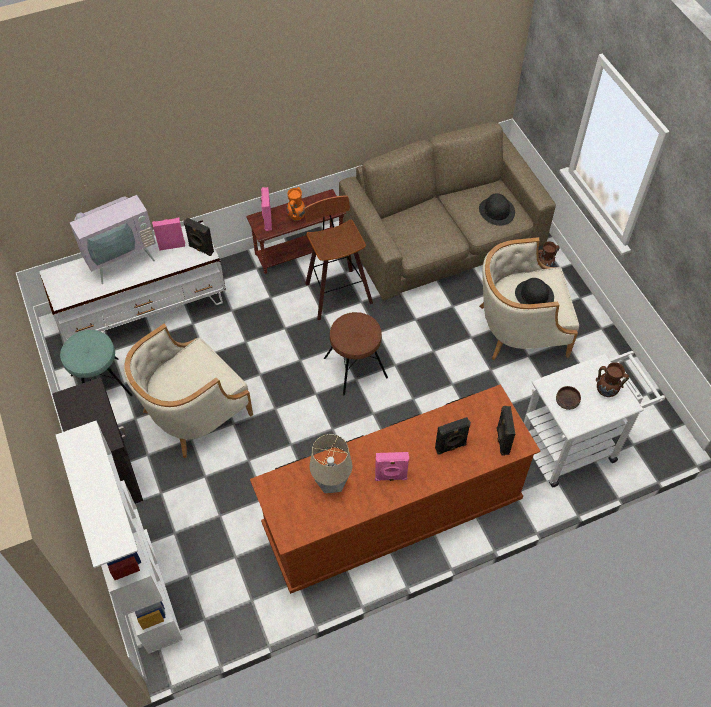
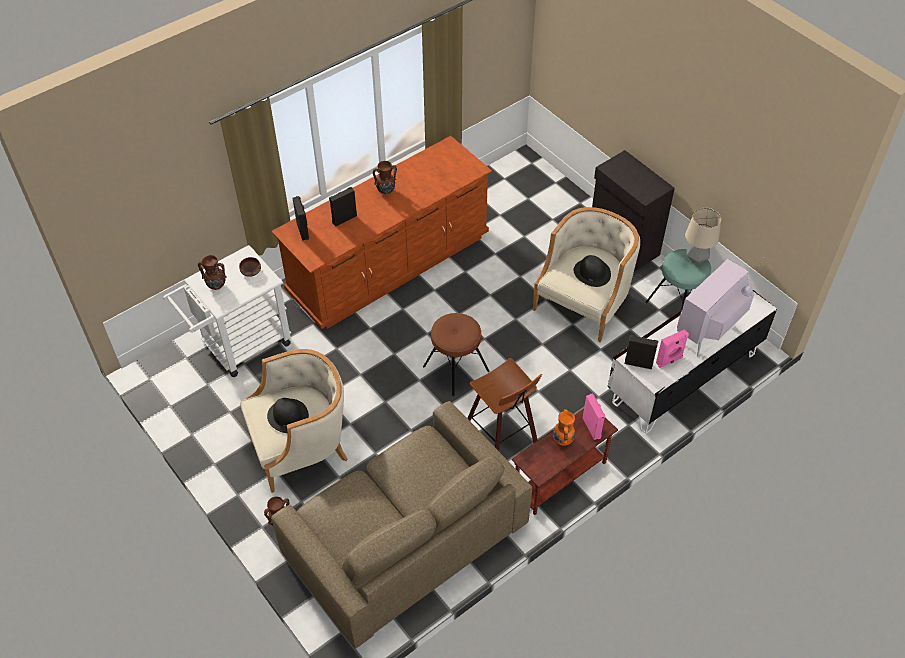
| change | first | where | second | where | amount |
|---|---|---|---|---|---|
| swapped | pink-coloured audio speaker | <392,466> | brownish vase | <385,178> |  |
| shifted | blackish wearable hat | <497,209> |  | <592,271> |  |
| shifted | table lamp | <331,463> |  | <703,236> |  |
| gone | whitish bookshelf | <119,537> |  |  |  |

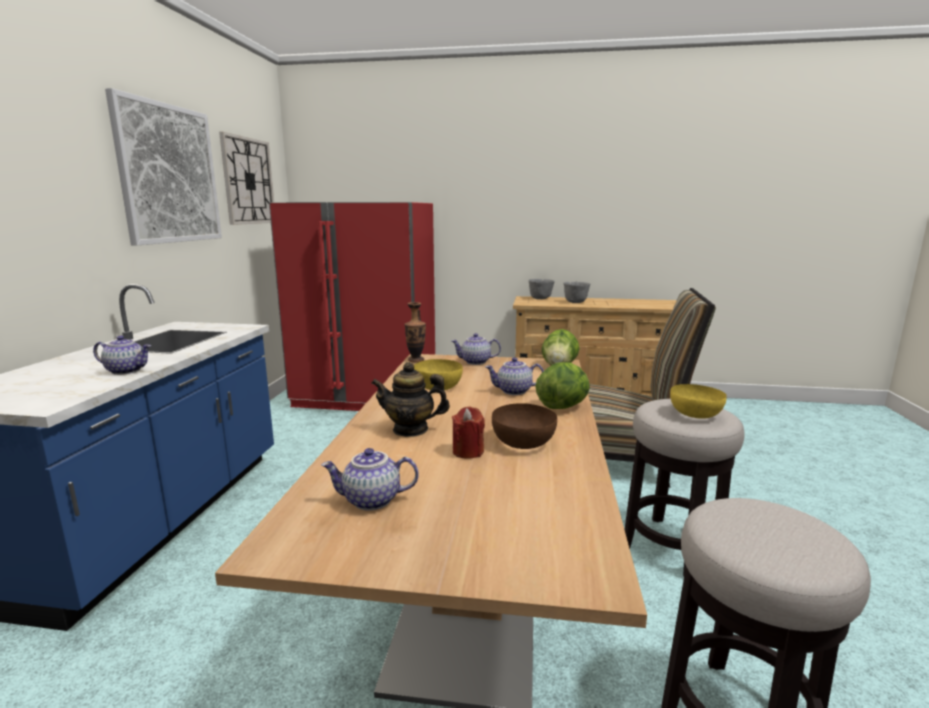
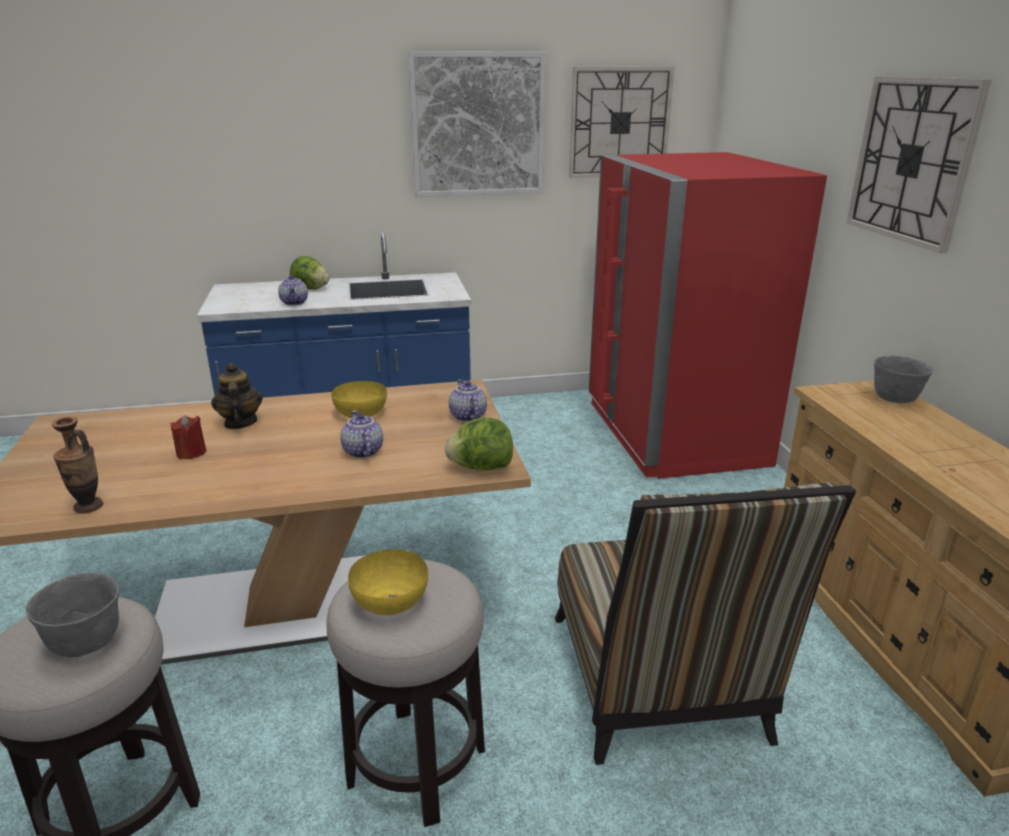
| change | first | where | second | where | amount |
|---|---|---|---|---|---|
| shifted | gray serving bowl | <577,292> |  | <72,614> |  |
| shifted | vase | <415,332> |  | <78,465> |  |
| shifted | head of lettuce | <562,385> |  | <310,273> |  |
| new |  |  | hanging clock | <919,165> |  |
| gone | tea pot | <370,479> |  |  |  |
| gone | brownish serving bowl | <524,426> |  |  |  |

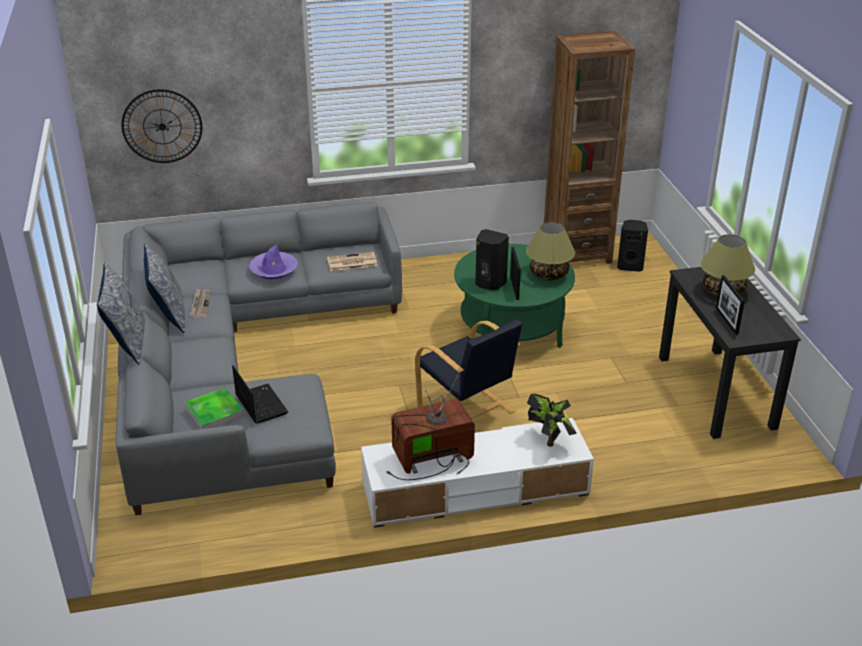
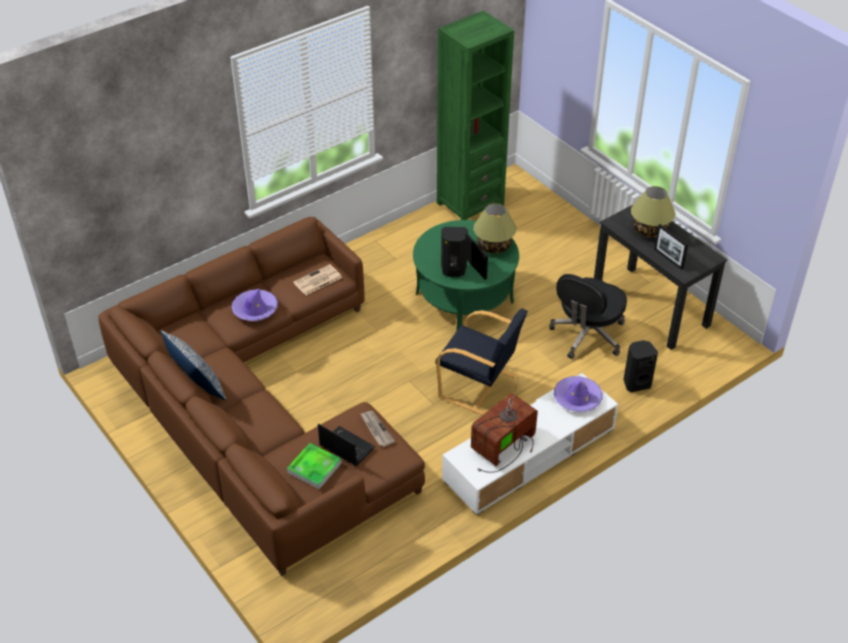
| change | first | where | second | where | amount |
|---|---|---|---|---|---|
| repainted | gray couch | <259,358> | brownish couch | <261,396> |  |
| shifted | newspaper | <200,303> |  | <377,429> |  |
| repainted | brownish bookshelf | <589,147> | green bookshelf | <475,115> |  |
| new |  |  | blackish computer chair | <588,316> |  |
| swapped | potted plant | <552,420> | purple-coloured wearable hat | <578,394> |  |
| shifted | blackish audio speaker | <632,246> |  | <640,366> |  |
| gone | pillow | <121,313> |  |  |  |
| gone | hanging clock | <162,126> |  |  |  |

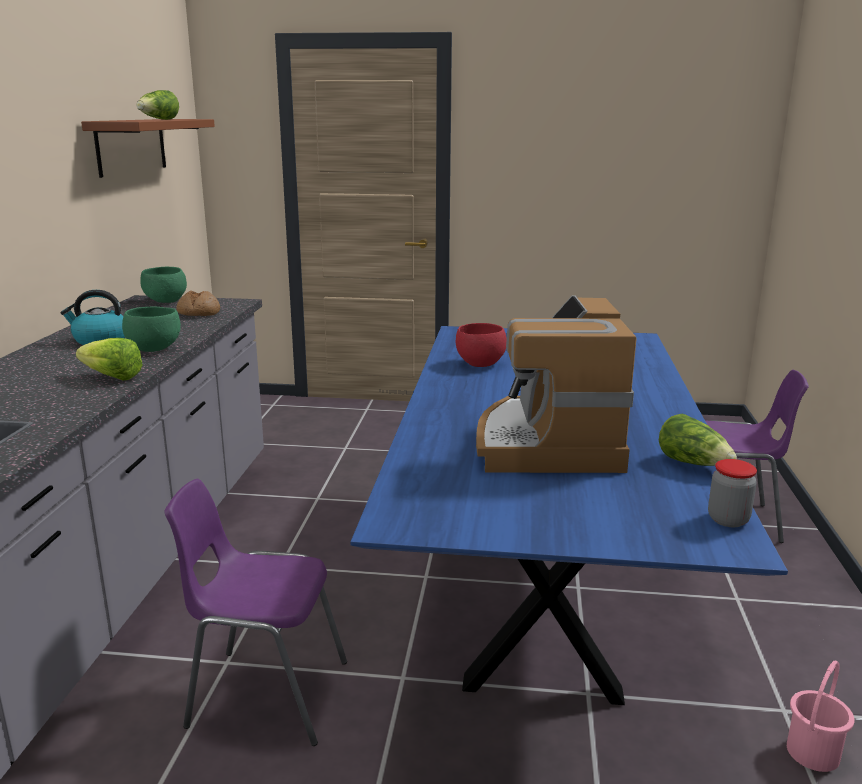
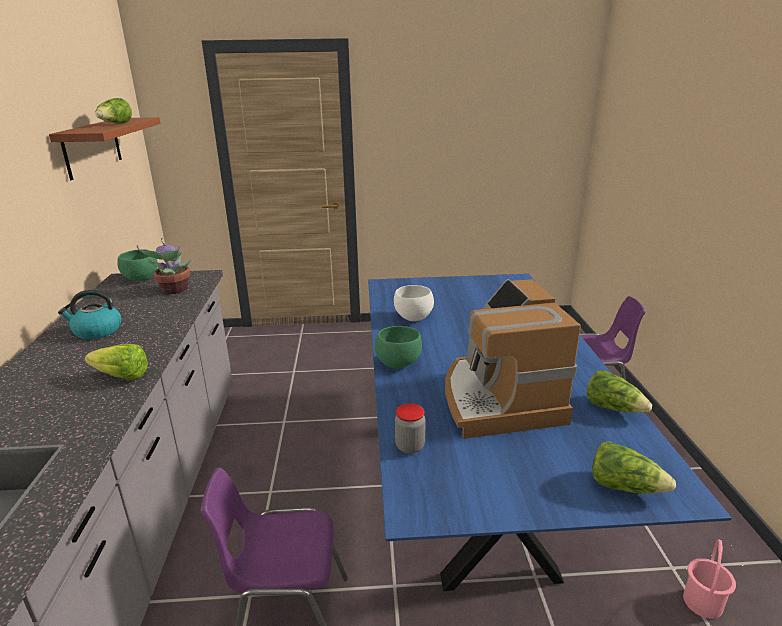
| change | first | where | second | where | amount |
|---|---|---|---|---|---|
| swapped | bakery bread | <198,303> | potted plant | <164,266> |  |
| shifted | green serving bowl | <151,329> |  | <398,347> |  |
| repainted | red serving bowl | <481,345> | whitish serving bowl | <414,303> |  |
| shifted | storage jar | <732,493> |  | <410,428> |  |
| new |  |  | head of lettuce | <634,467> |  |

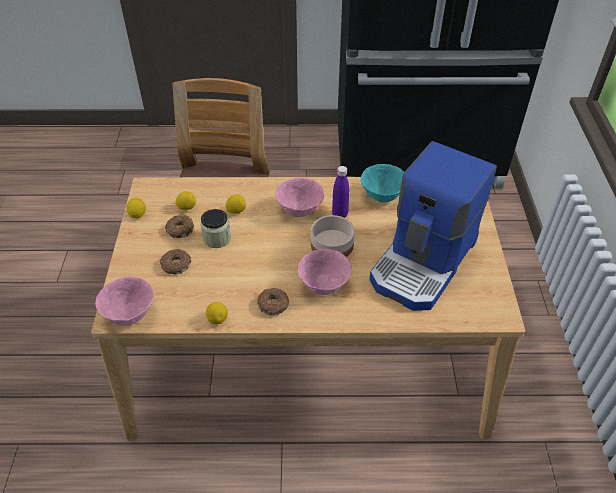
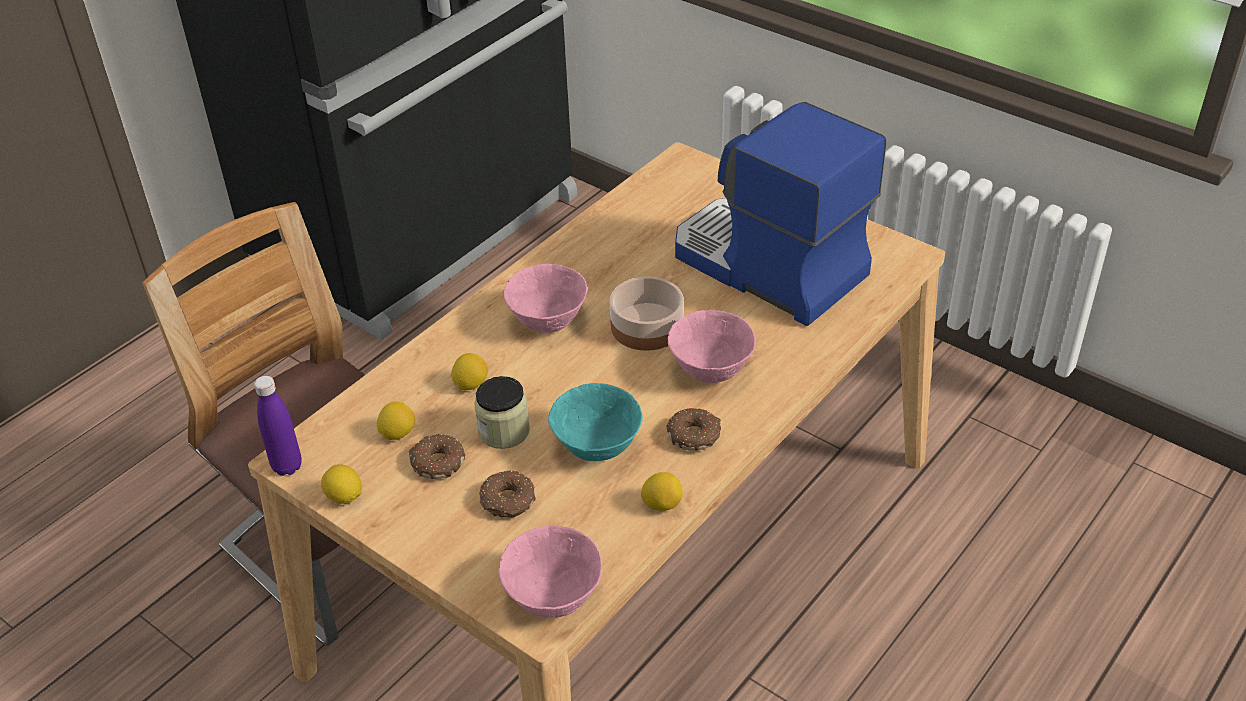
| change | first | where | second | where | amount |
|---|---|---|---|---|---|
| shifted | purple-coloured drink bottle | <340,192> |  | <278,426> |  |
| shifted | turquoise serving bowl | <382,183> |  | <595,422> |  |
| rotated | coffee maker | <433,226> |  | <780,214> | 150 degrees clockwise |

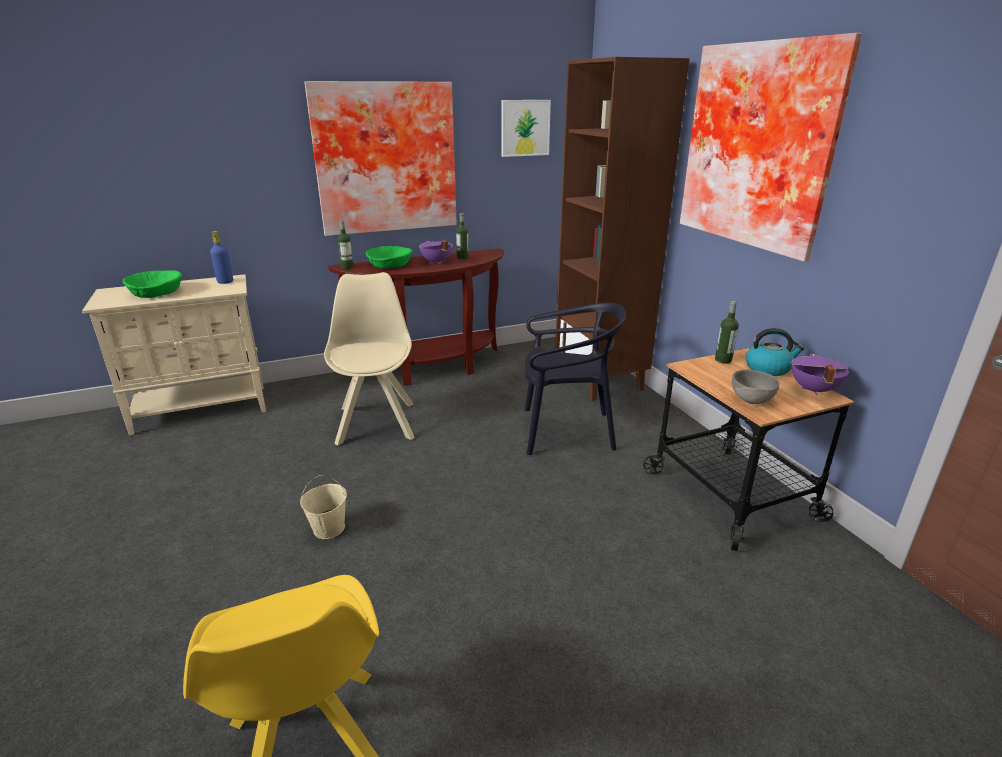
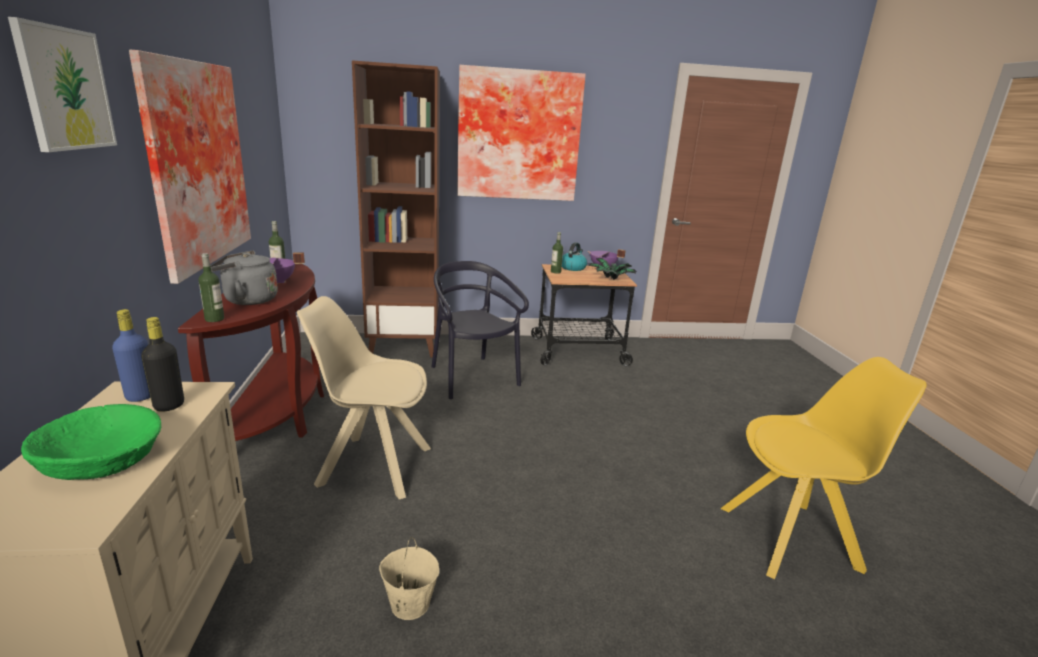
| change | first | where | second | where | amount |
|---|---|---|---|---|---|
| shifted | wall picture | <526,128> |  | <62,84> |  |
| new |  |  | blackish drink bottle | <162,364> |  |
| swapped | green serving bowl | <389,257> | gray tea kettle | <244,278> |  |
| shifted | beige bucket | <323,507> |  | <409,578> |  |
| rotated | blackish plain chair | <575,379> |  | <480,330> | 45 degrees counterclockwise |
| swapped | gray serving bowl | <756,387> | potted plant | <612,269> |  |

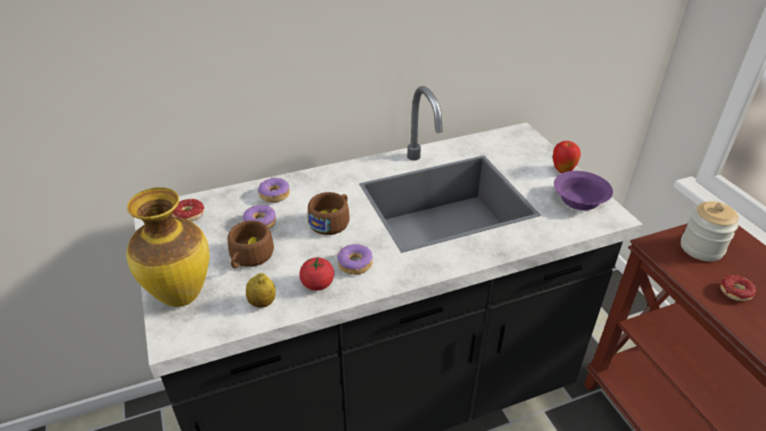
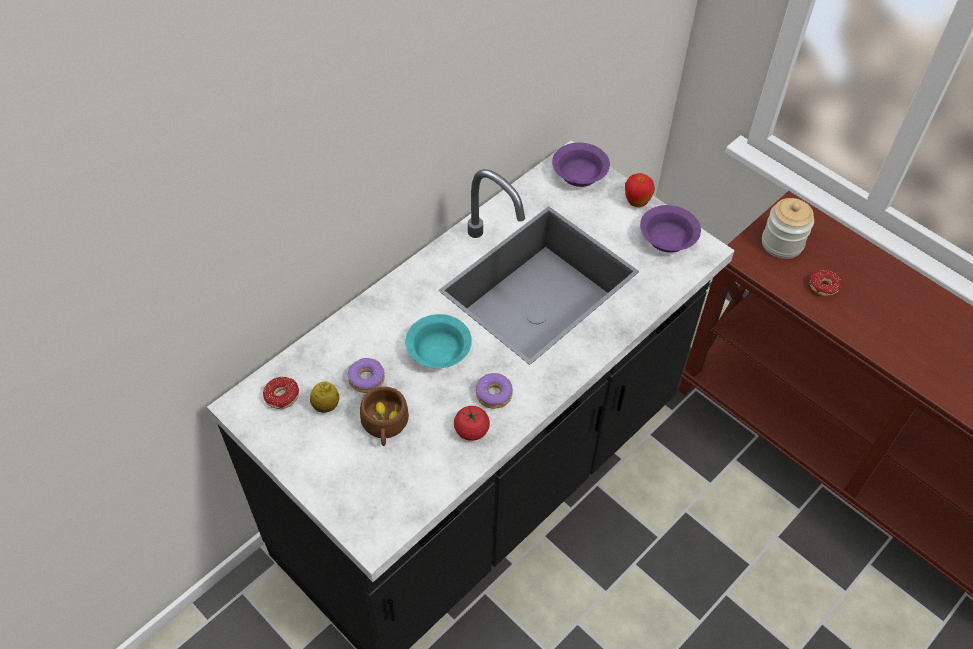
| change | first | where | second | where | amount |
|---|---|---|---|---|---|
| shifted | citrus fruit | <261,290> |  | <324,397> |  |
| swapped | brownish cup | <329,213> | turquoise serving bowl | <438,341> |  |
| new |  |  | purple-coloured serving bowl | <581,165> |  |
| gone | vase | <168,247> |  |  |  |
| gone | donut | <274,190> |  |  |  |

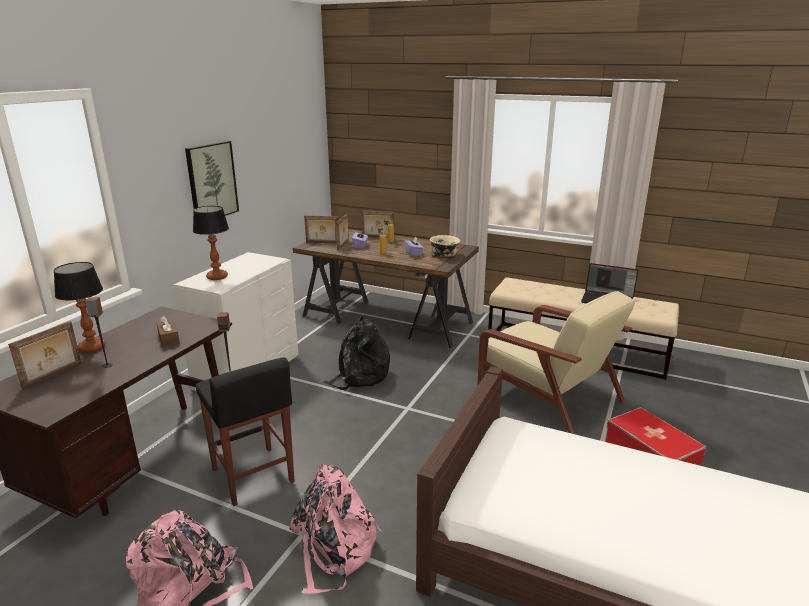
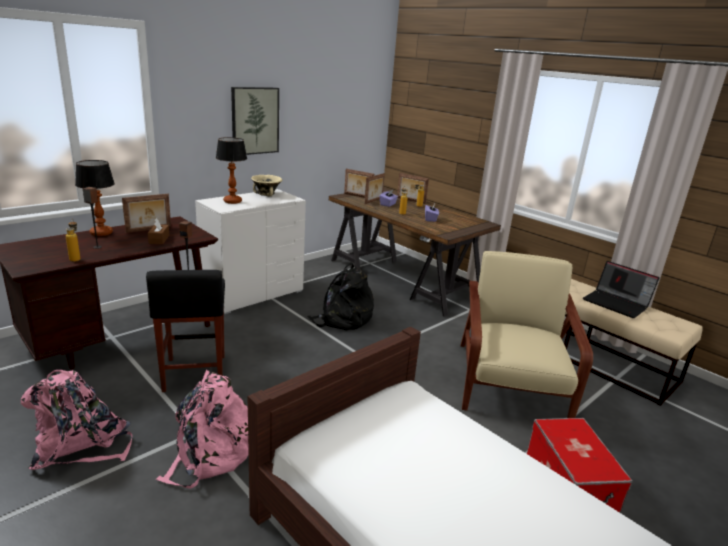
| change | first | where | second | where | amount |
|---|---|---|---|---|---|
| new |  |  | drink bottle | <73,240> |  |
| shifted | standing frame | <44,355> |  | <146,213> |  |
| shifted | beige serving bowl | <445,246> |  | <266,185> |  |
| rotated | beige armchair | <556,362> |  | <527,334> | 150 degrees counterclockwise |

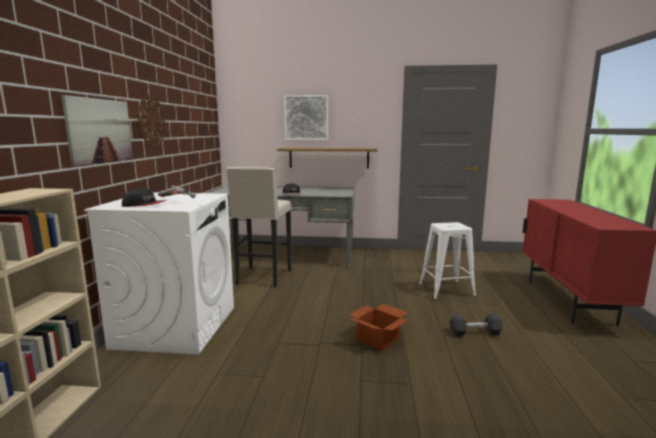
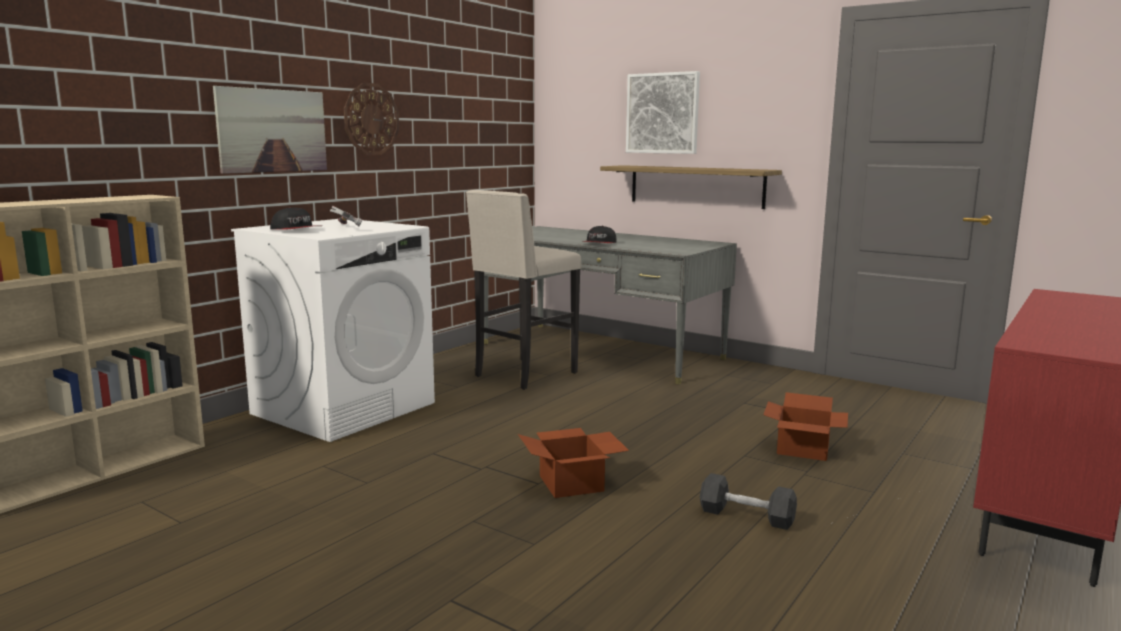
| change | first | where | second | where | amount |
|---|---|---|---|---|---|
| swapped | whitish stool | <447,260> | cardboard box | <805,426> |  |

